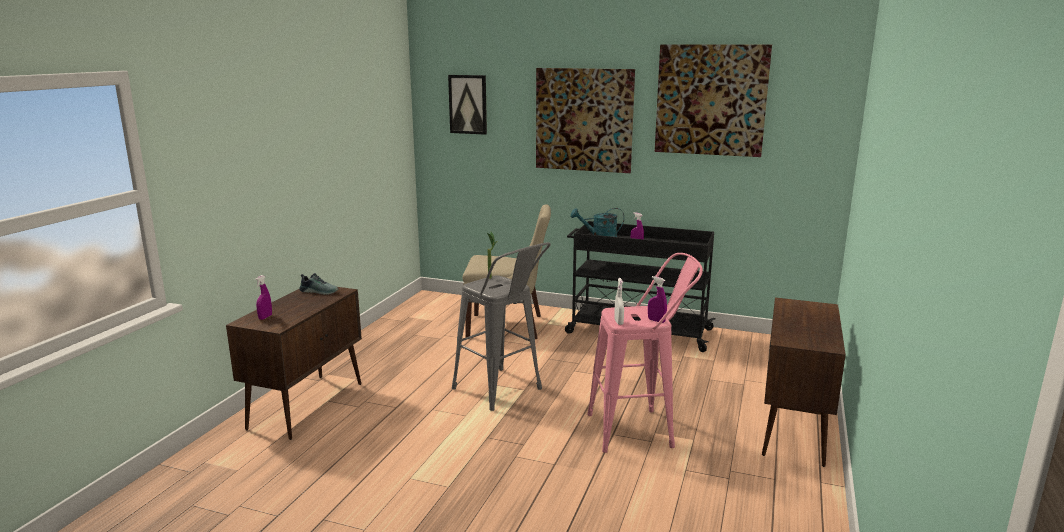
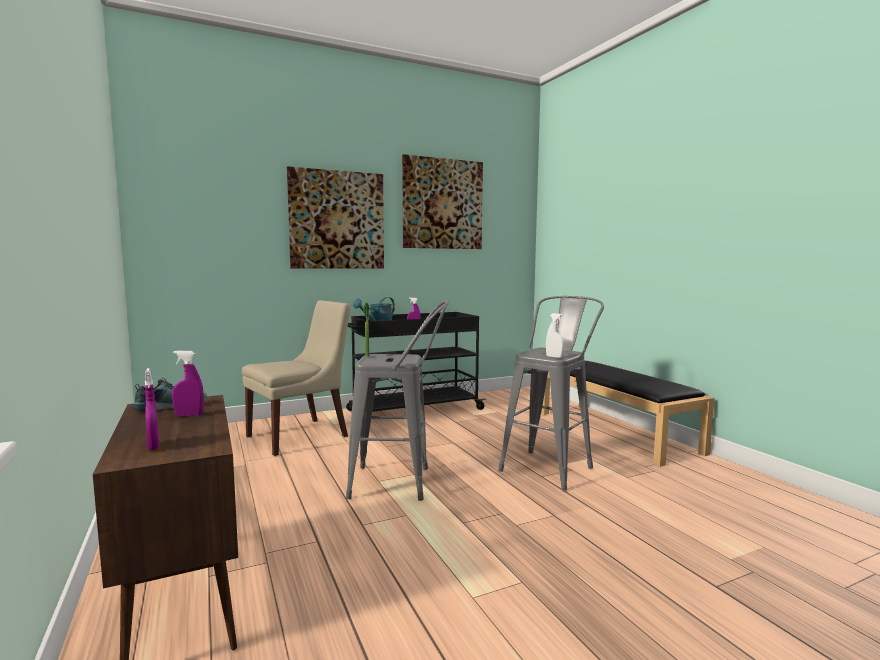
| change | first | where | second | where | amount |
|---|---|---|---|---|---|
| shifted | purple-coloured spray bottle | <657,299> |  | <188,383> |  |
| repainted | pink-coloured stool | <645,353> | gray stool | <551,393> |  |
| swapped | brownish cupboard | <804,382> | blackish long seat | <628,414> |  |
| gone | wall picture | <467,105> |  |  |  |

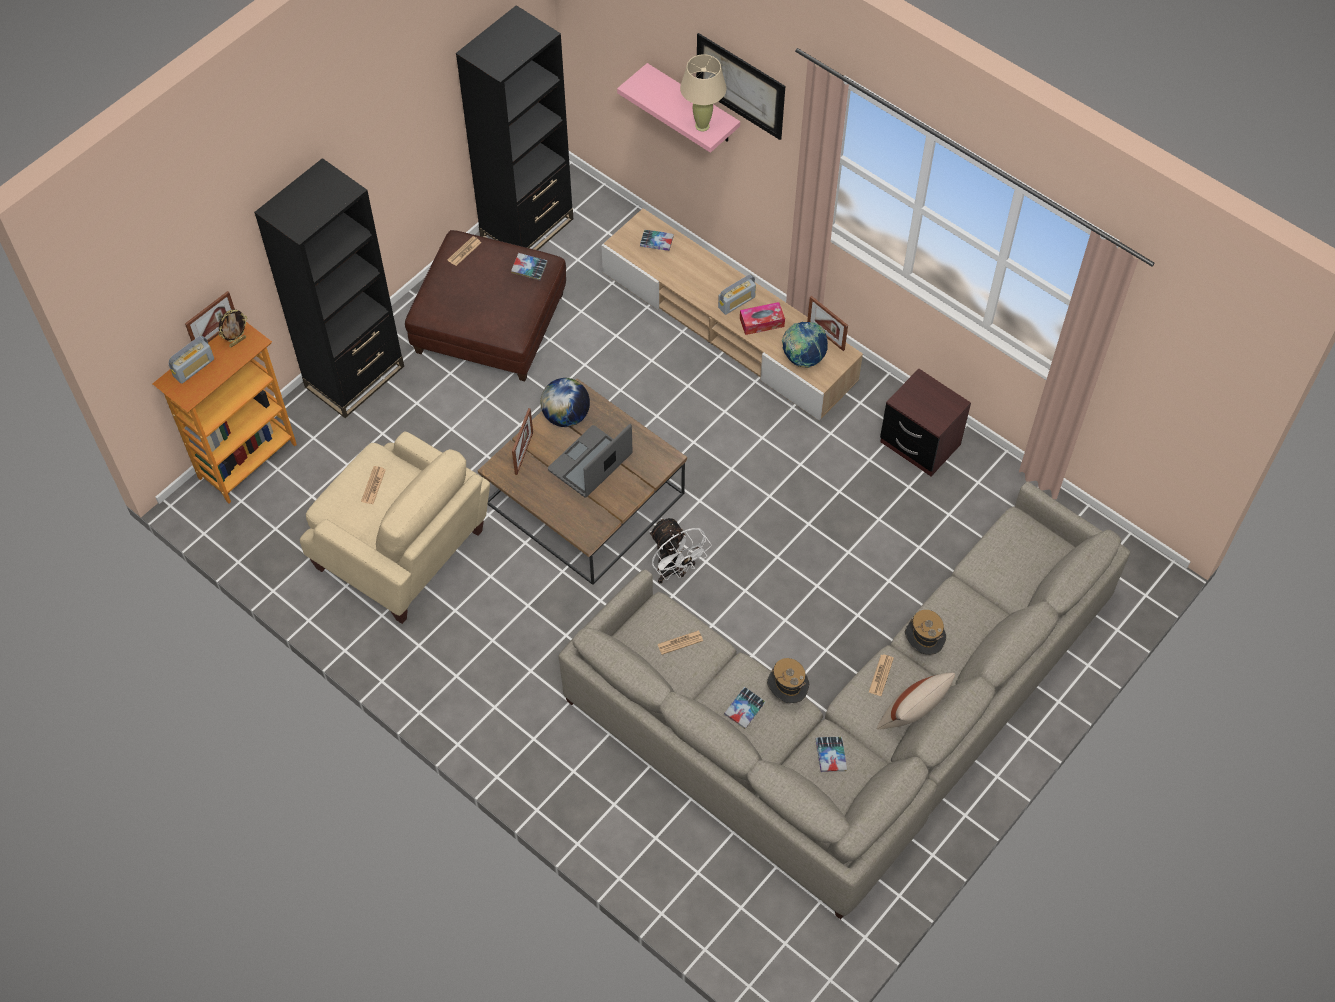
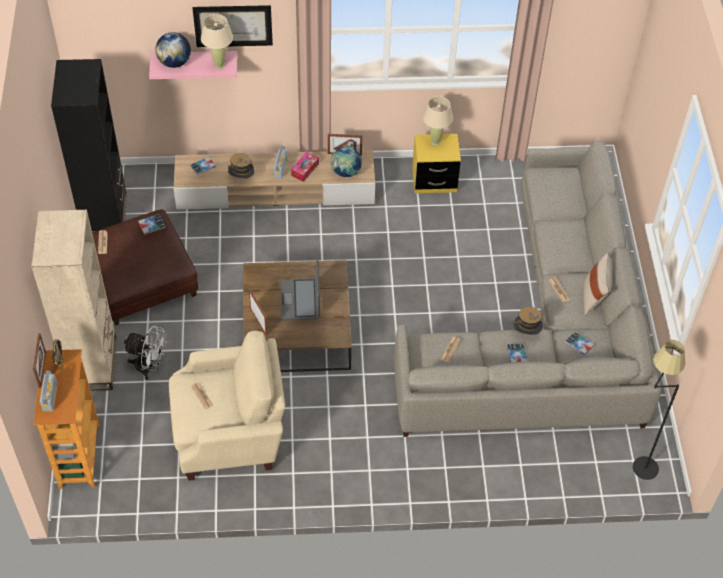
| change | first | where | second | where | amount |
|---|---|---|---|---|---|
| repainted | blackish bookshelf | <329,288> | beige bookshelf | <73,300> |  |
| shifted | whitish cooling fan | <680,550> |  | <145,353> |  |
| shifted | world globe | <565,402> |  | <173,50> |  |
| shifted | wearable hat | <925,632> |  | <241,166> |  |
| repainted | brownish nightstand | <925,422> | yellow-coloured nightstand | <436,163> |  |
| new |  |  | beige table lamp | <438,121> |  |
| new |  |  | blackish standard lamp | <659,410> |  |

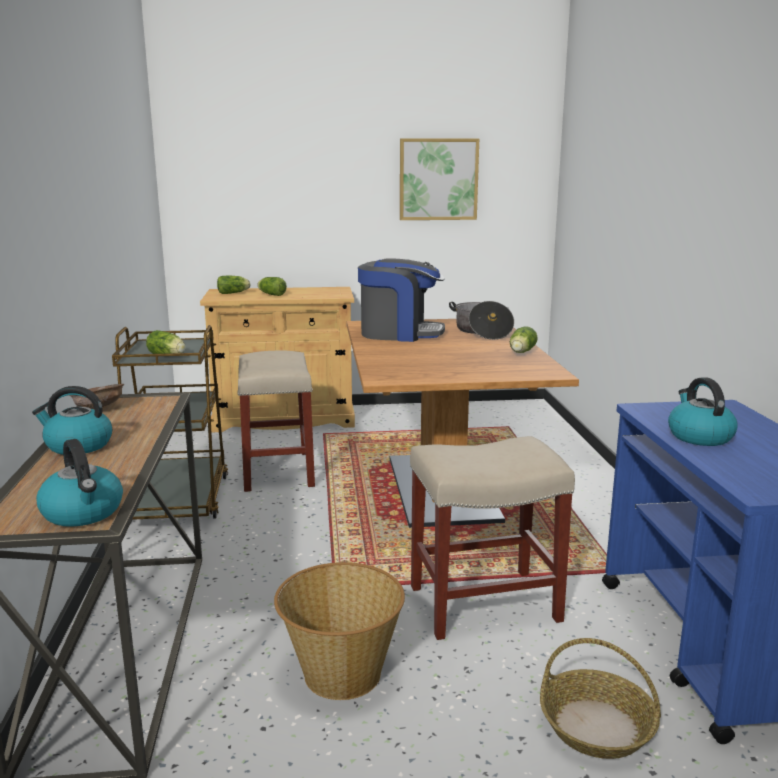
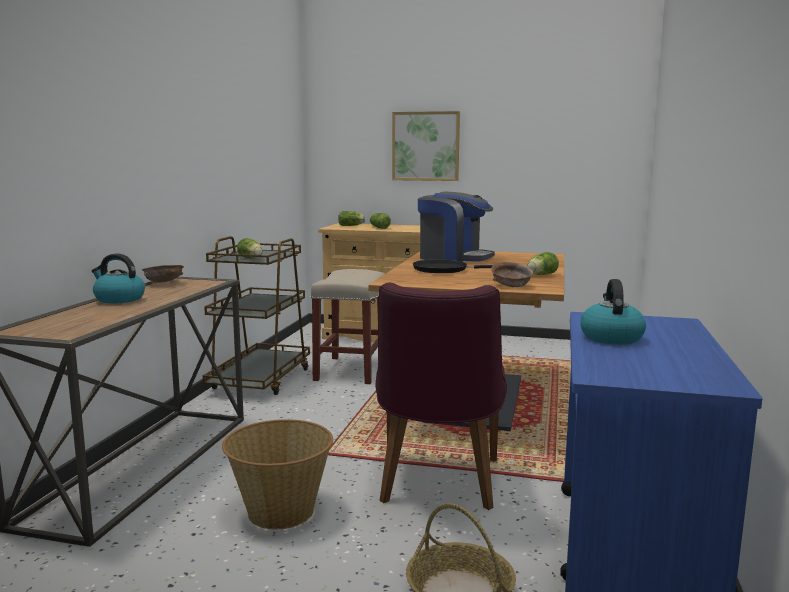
| change | first | where | second | where | amount |
|---|---|---|---|---|---|
| swapped | beige stool | <492,538> | purple-coloured plain chair | <441,396> |  |
| shifted | wall picture | <439,179> |  | <426,146> |  |
| new |  |  | blackish frying pan | <453,266> |  |
| new |  |  | brownish serving bowl | <512,274> |  |
| gone | tea kettle | <79,483> |  |  |  |
| gone | cooking pot | <481,320> |  |  |  |

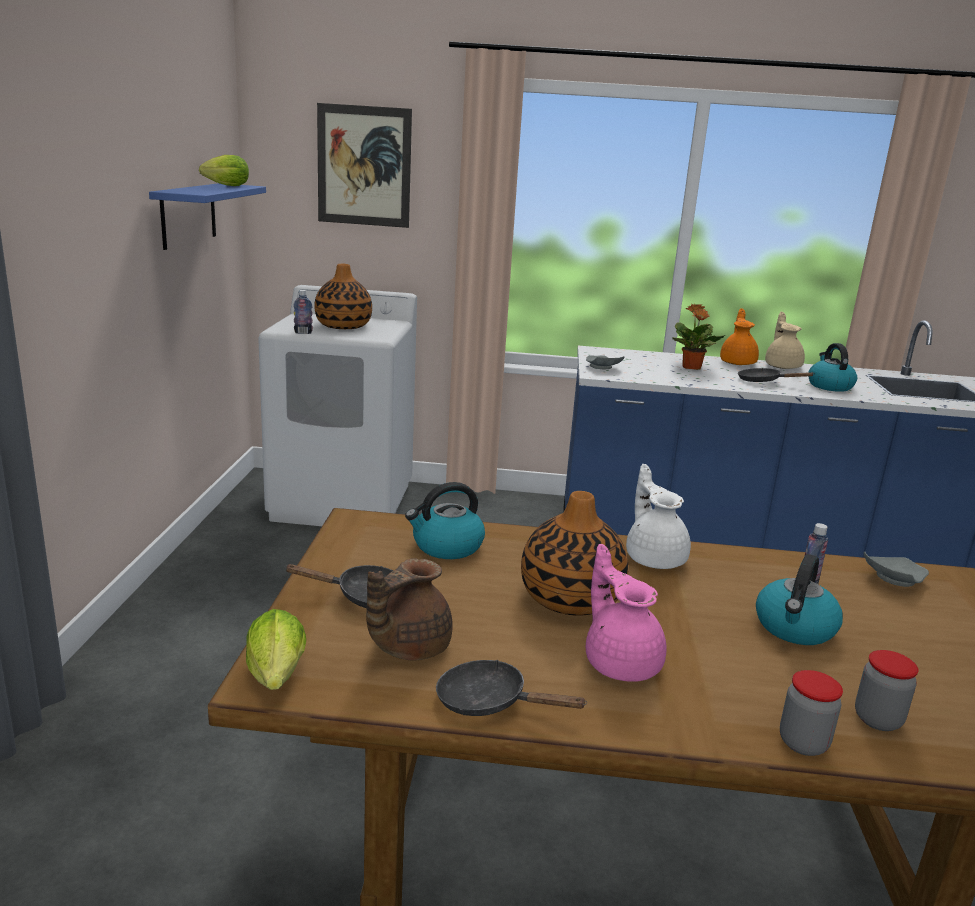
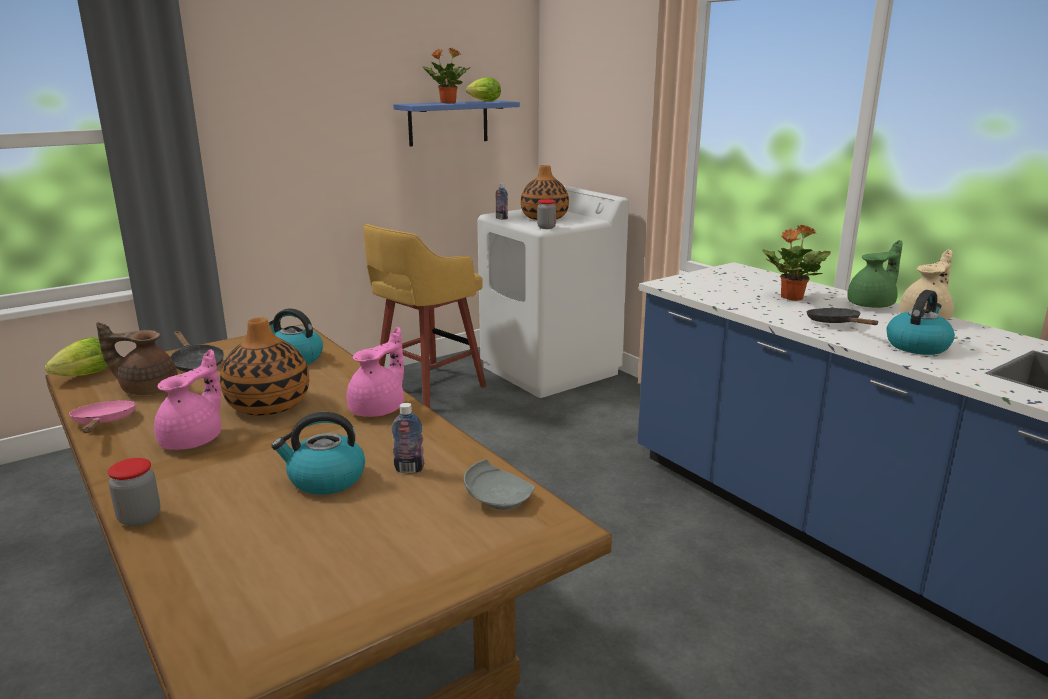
| change | first | where | second | where | amount |
|---|---|---|---|---|---|
| repainted | blackish frying pan | <511,688> | pink-coloured frying pan | <102,416> |  |
| repainted | whitish tea pot | <658,516> | pink-coloured tea pot | <375,372> |  |
| new |  |  | yellow-coloured stool | <424,316> |  |
| new |  |  | potted plant | <446,75> |  |
| shifted | storage jar | <887,690> |  | <546,214> |  |
| repainted | orangey tea pot | <739,336> | green tea pot | <875,274> |  |
| gone | wall picture | <364,165> |  |  |  |
| gone | gray dinner plate | <605,362> |  |  |  |

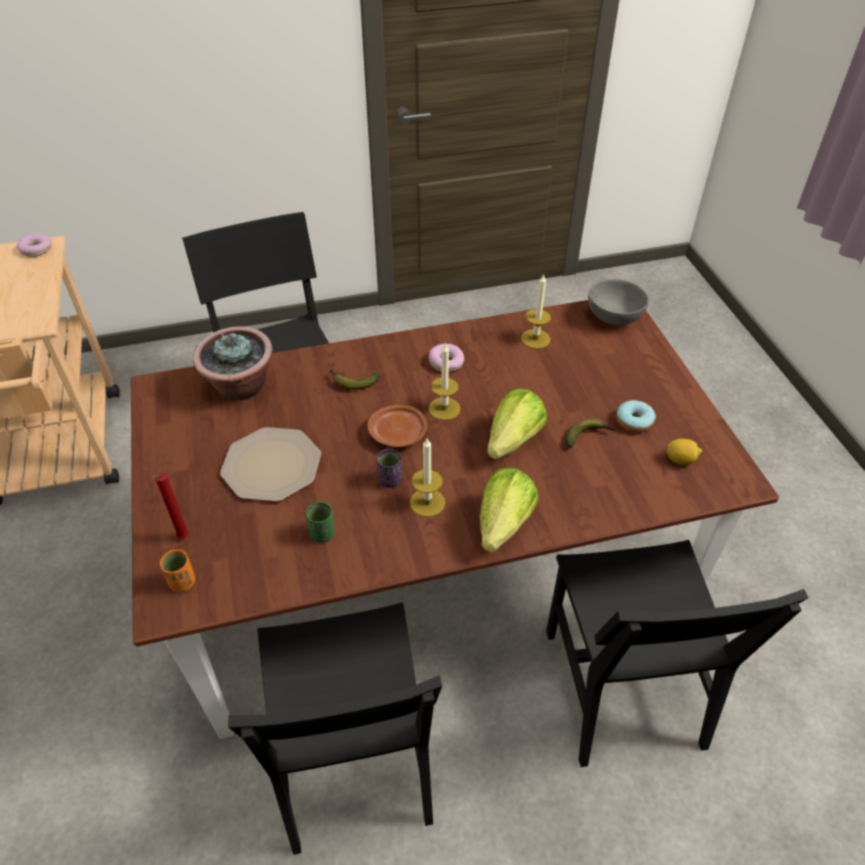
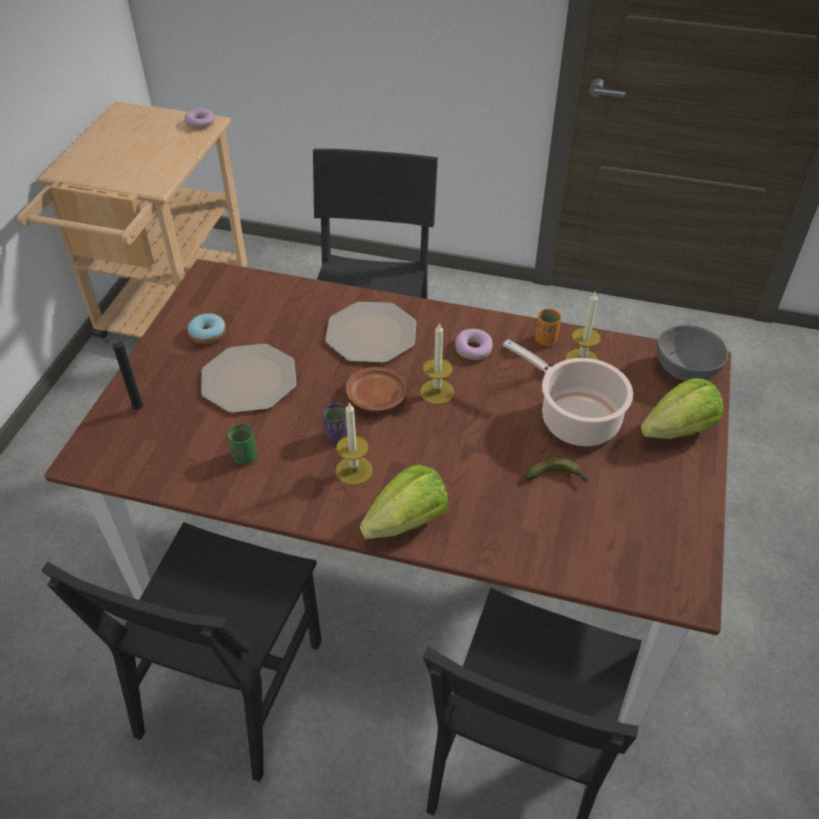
| change | first | where | second | where | amount |
|---|---|---|---|---|---|
| repainted | red candle | <170,506> | blackish candle | <124,375> |  |
| shifted | donut | <636,416> |  | <206,328> |  |
| swapped | banana fruit | <355,379> | dinner plate | <371,332> |  |
| new |  |  | cooking pot | <568,392> |  |
| shifted | orangey cup | <177,571> |  | <548,327> |  |
| shifted | head of lettuce | <517,424> |  | <682,408> |  |
| gone | potted plant | <233,363> |  |  |  |
| gone | citrus fruit | <684,452> |  |  |  |

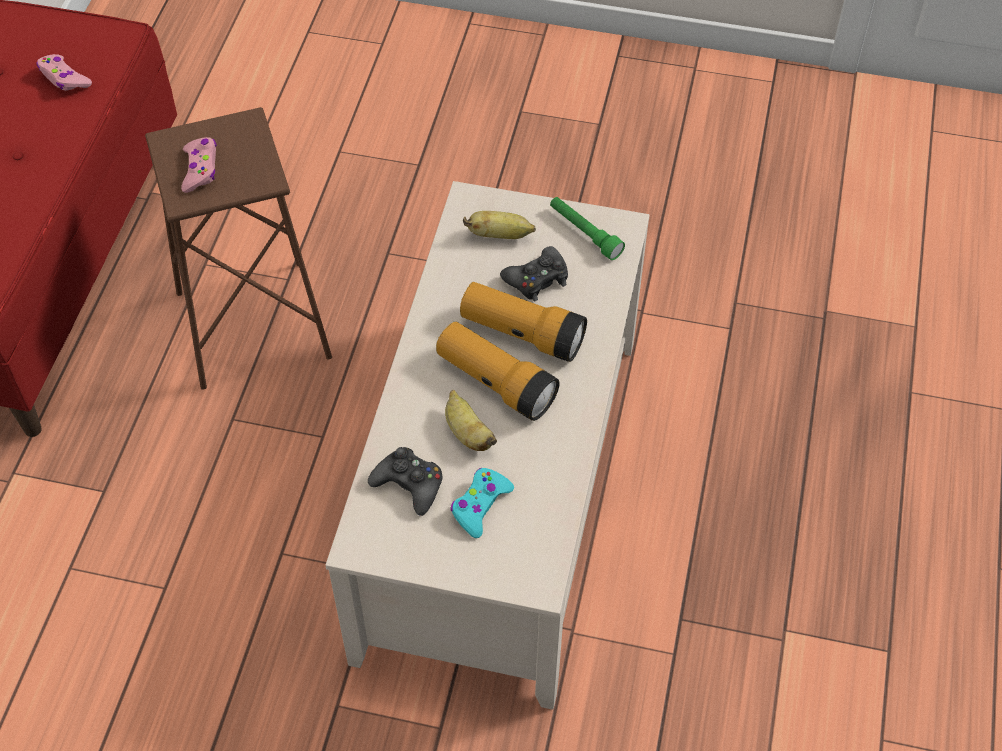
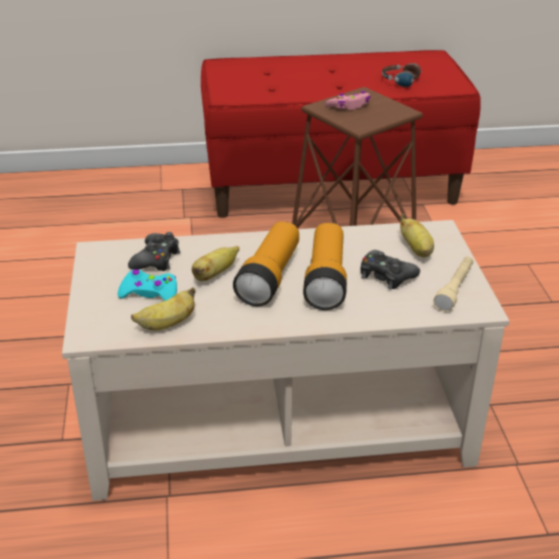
| change | first | where | second | where | amount |
|---|---|---|---|---|---|
| new |  |  | banana fruit | <163,308> |  |
| swapped | pink-coloured game controller | <64,72> | headphones | <403,75> |  |
| repainted | green torch | <587,228> | beige torch | <453,283> |  |

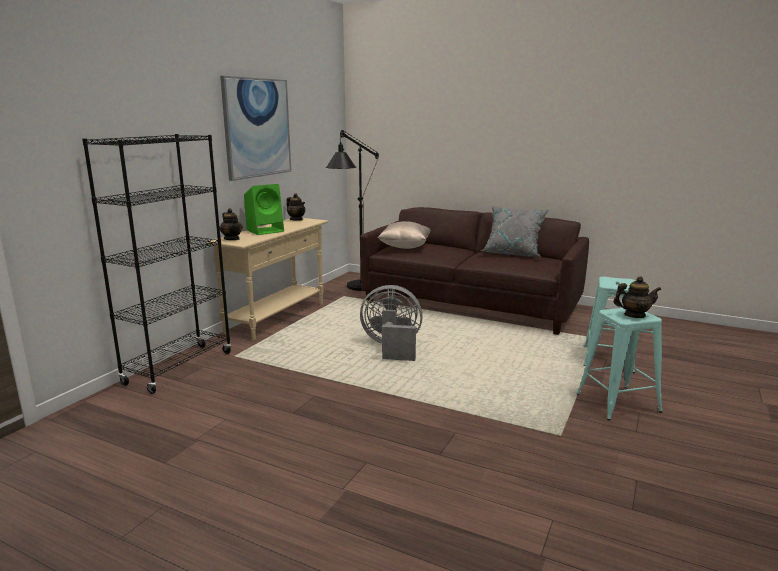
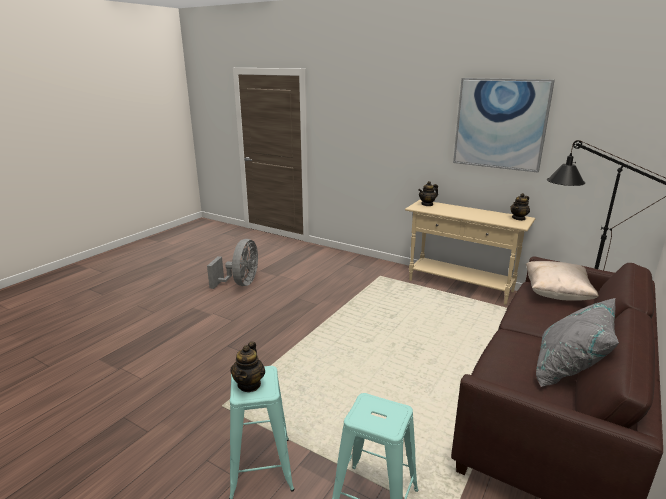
| change | first | where | second | where | amount |
|---|---|---|---|---|---|
| shifted | gray cooling fan | <391,323> |  | <232,264> |  |
| gone | blackish bookshelf | <156,264> |  |  |  |
| gone | green audio speaker | <264,209> |  |  |  |

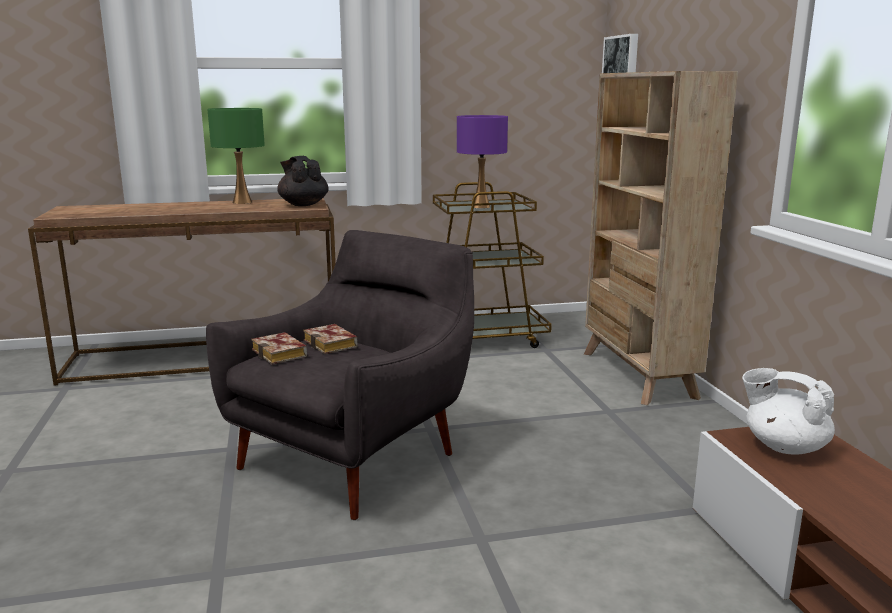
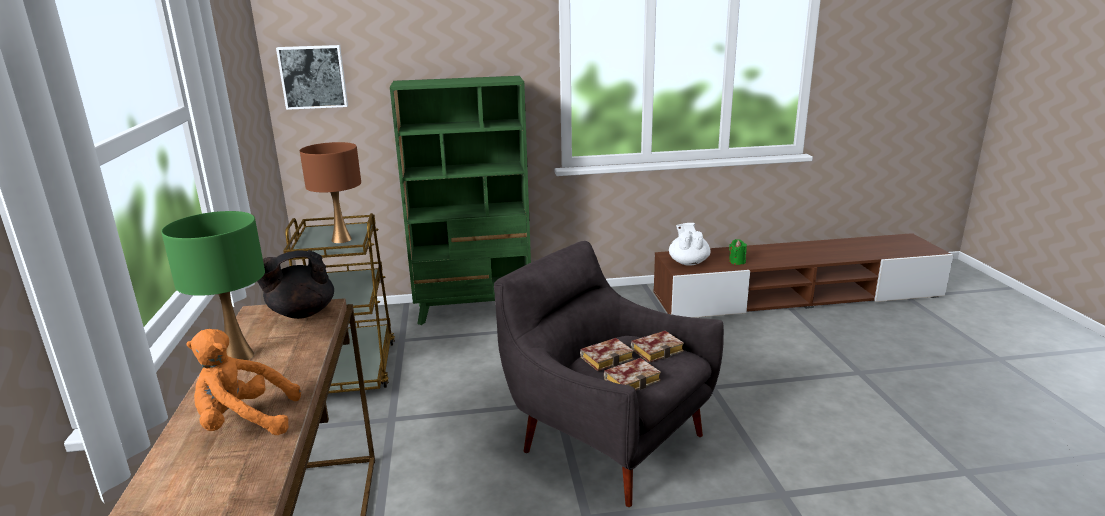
| change | first | where | second | where | amount |
|---|---|---|---|---|---|
| new |  |  | orangey plush toy | <243,382> |  |
| repainted | purple-coloured table lamp | <482,162> | brownish table lamp | <330,192> |  |
| repainted | beige bookshelf | <661,238> | green bookshelf | <460,200> |  |
| new |  |  | bound book | <657,347> |  |
| rotated | whitish tea pot | <788,411> |  | <689,244> | 135 degrees clockwise |
| new |  |  | green candle | <738,252> |  |

